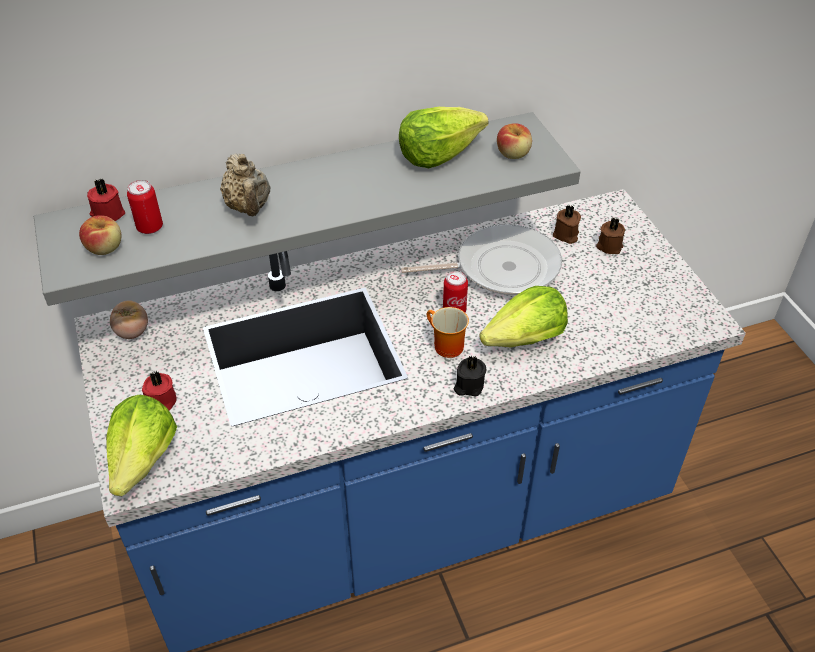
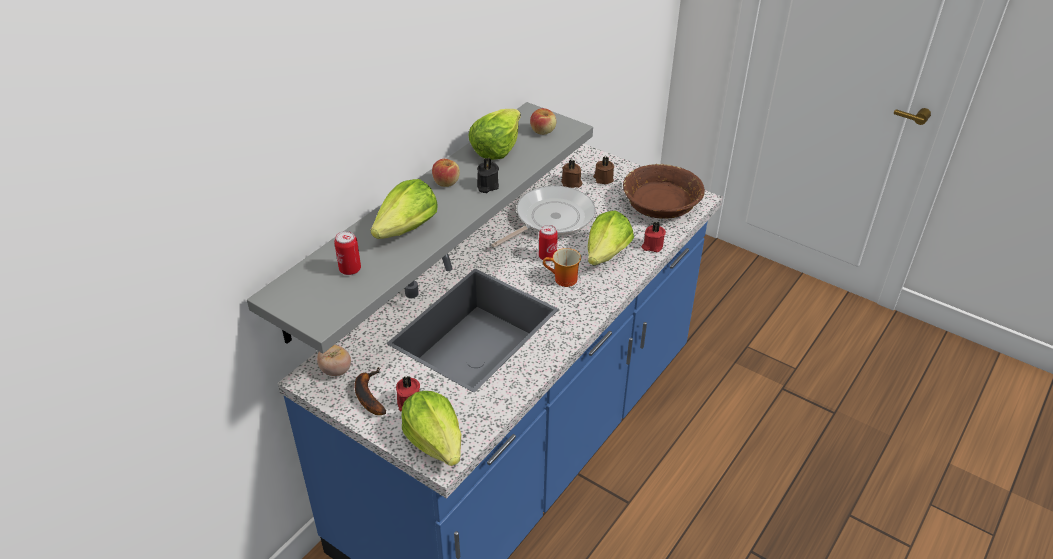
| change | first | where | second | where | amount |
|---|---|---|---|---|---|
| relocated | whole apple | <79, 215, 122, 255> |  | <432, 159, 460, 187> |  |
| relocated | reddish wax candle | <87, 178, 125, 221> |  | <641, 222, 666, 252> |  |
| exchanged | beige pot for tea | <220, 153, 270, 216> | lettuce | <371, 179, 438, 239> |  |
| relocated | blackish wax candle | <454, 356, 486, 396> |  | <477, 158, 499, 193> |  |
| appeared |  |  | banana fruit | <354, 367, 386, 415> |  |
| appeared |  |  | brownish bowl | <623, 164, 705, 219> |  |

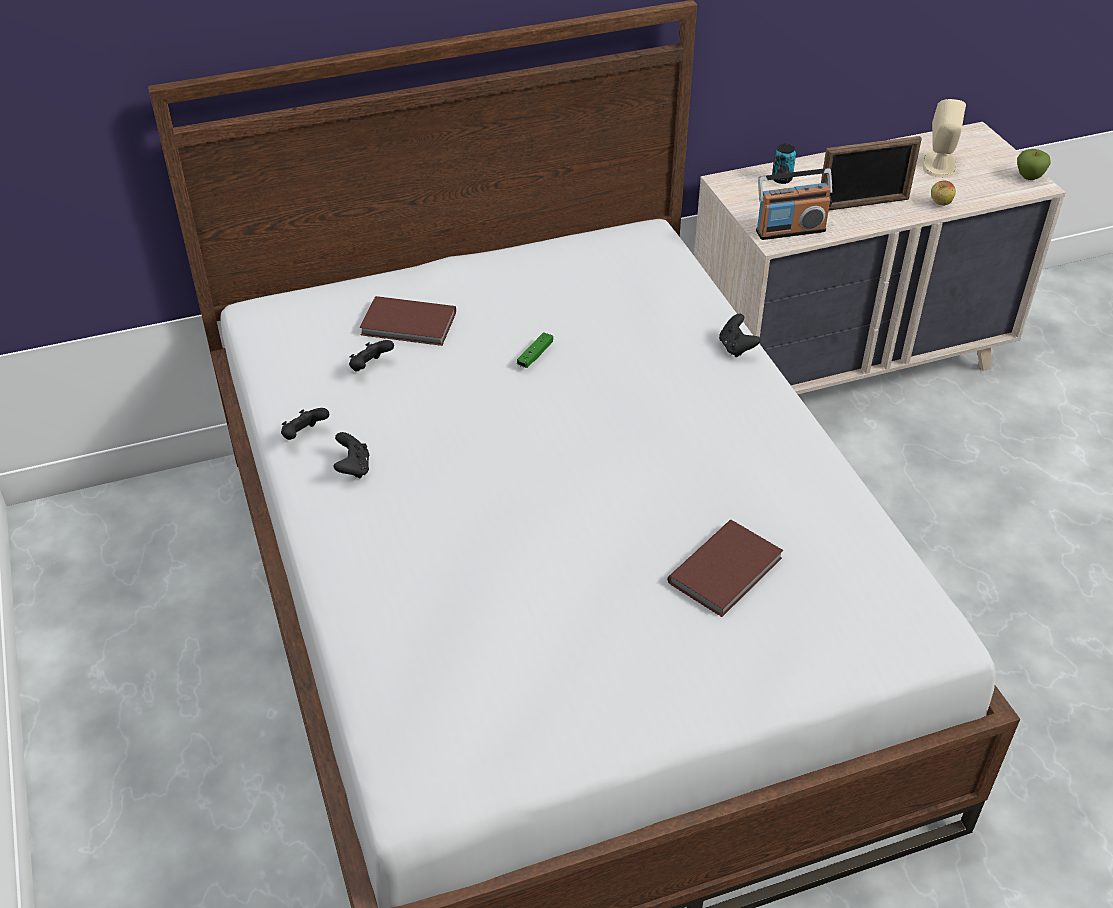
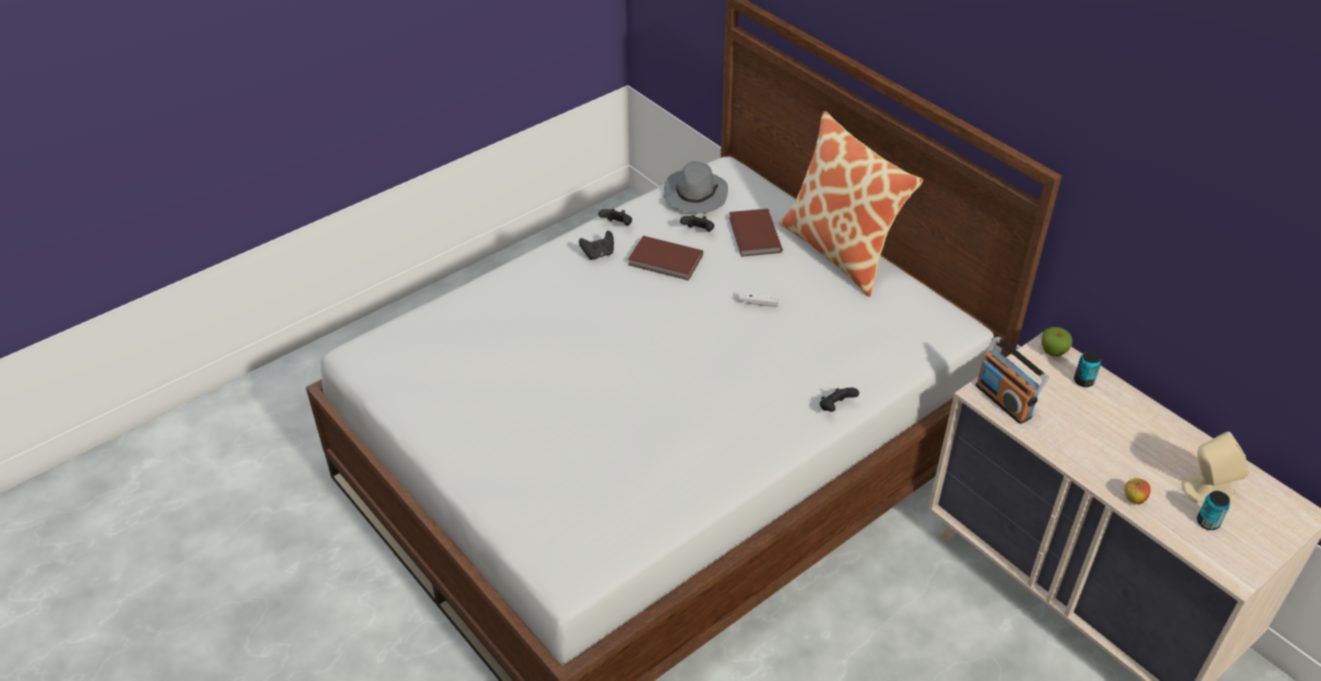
| change | first | where | second | where | amount |
|---|---|---|---|---|---|
| colour | green-coloured joypad | <517, 332, 553, 368> | white-coloured joypad | <738, 292, 779, 307> |  |
| relocated | brownish book | <668, 520, 784, 617> |  | <628, 236, 703, 281> |  |
| missing | picture frame | <821, 136, 922, 211> |  |  |  |
| relocated | whole apple | <1017, 149, 1051, 180> |  | <1041, 327, 1073, 357> |  |
| appeared |  |  | greyish clothing hat | <664, 161, 728, 213> |  |
| appeared |  |  | throw pillow | <779, 111, 923, 297> |  |
| appeared |  |  | can | <1197, 491, 1230, 530> |  |

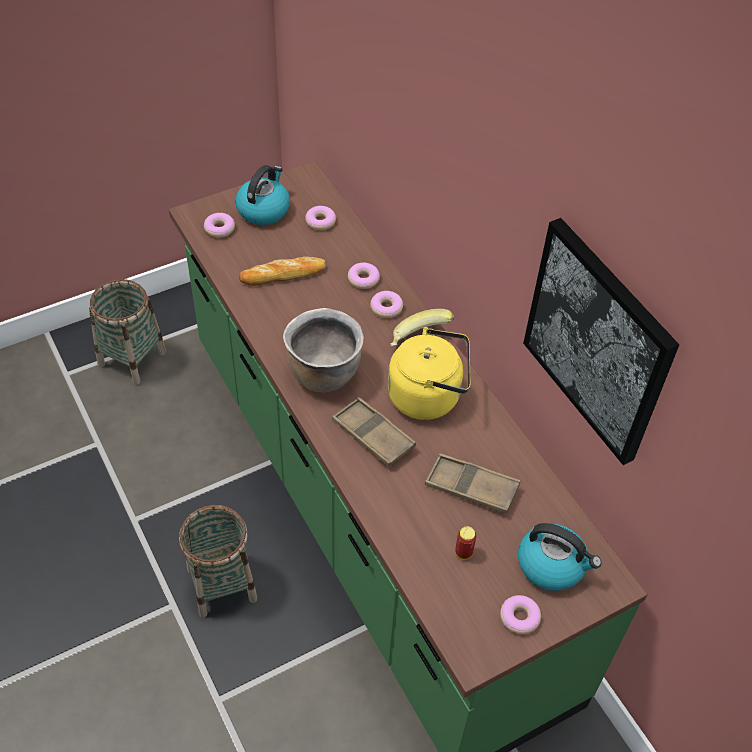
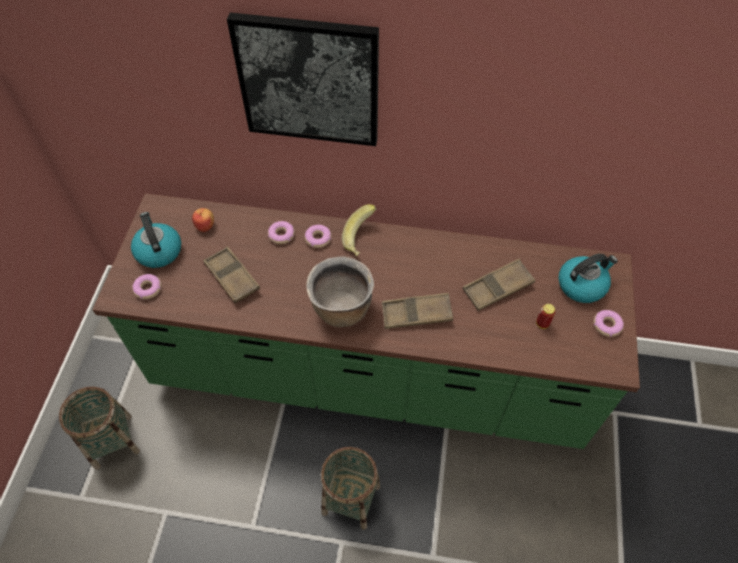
| change | first | where | second | where | amount |
|---|---|---|---|---|---|
| exchanged | bread | <239, 257, 326, 286> | brownish carrying tray | <203, 247, 260, 303> |  |
| exchanged | ring doughnut | <305, 206, 336, 230> | whole apple | <192, 208, 214, 232> |  |
| missing | yellow kettle | <388, 327, 471, 420> |  |  |  |
| relocated | wall art | <523, 218, 679, 465> |  | <227, 12, 379, 146> |  |

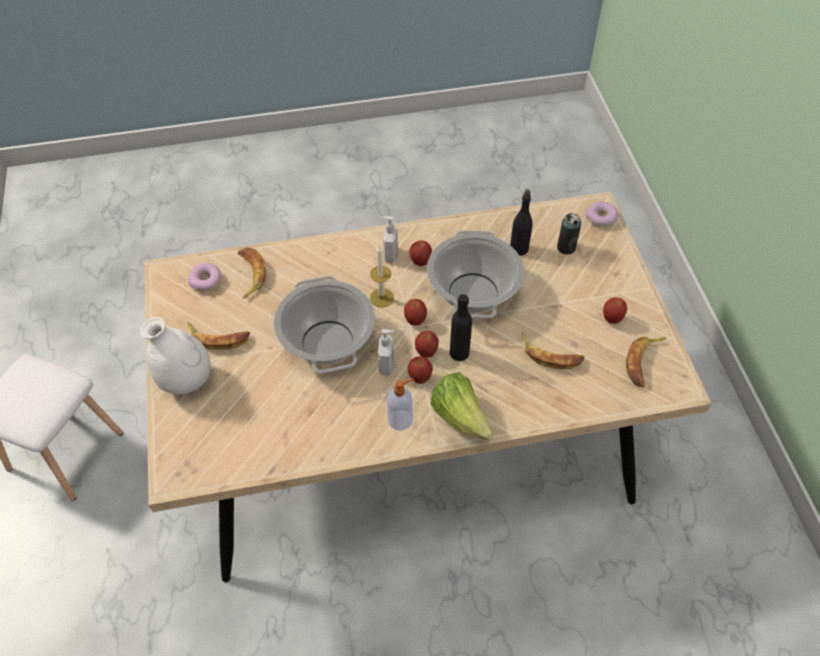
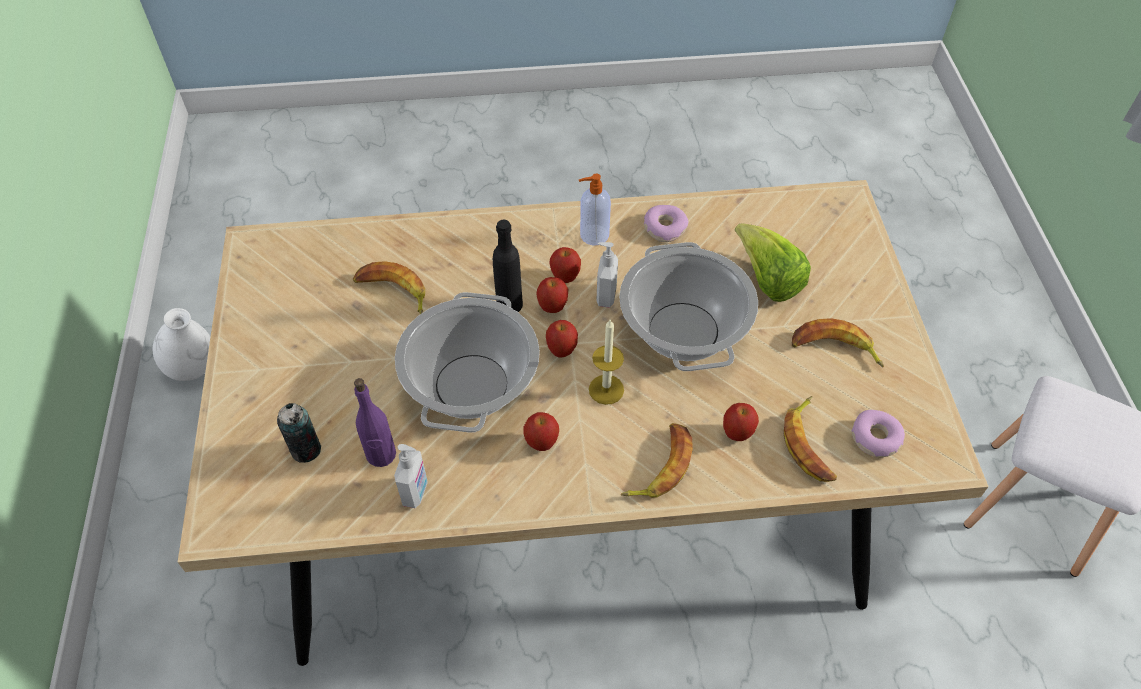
| change | first | where | second | where | amount |
|---|---|---|---|---|---|
| relocated | white-coloured vase | <140, 317, 211, 394> |  | <153, 308, 210, 381> |  |
| relocated | soap dispenser | <382, 216, 398, 263> |  | <394, 444, 428, 508> |  |
| relocated | lettuce | <431, 372, 494, 440> |  | <735, 223, 811, 302> |  |
| colour | blackish drink bottle | <510, 189, 533, 256> | purple drink bottle | <354, 378, 396, 467> |  |
| relocated | ring doughnut | <586, 202, 618, 228> |  | <644, 205, 689, 242> |  |
| relocated | whole apple | <603, 297, 627, 324> |  | <723, 403, 759, 441> |  |
| relocated | banana fruit | <626, 336, 666, 388> |  | <621, 423, 693, 498> |  |

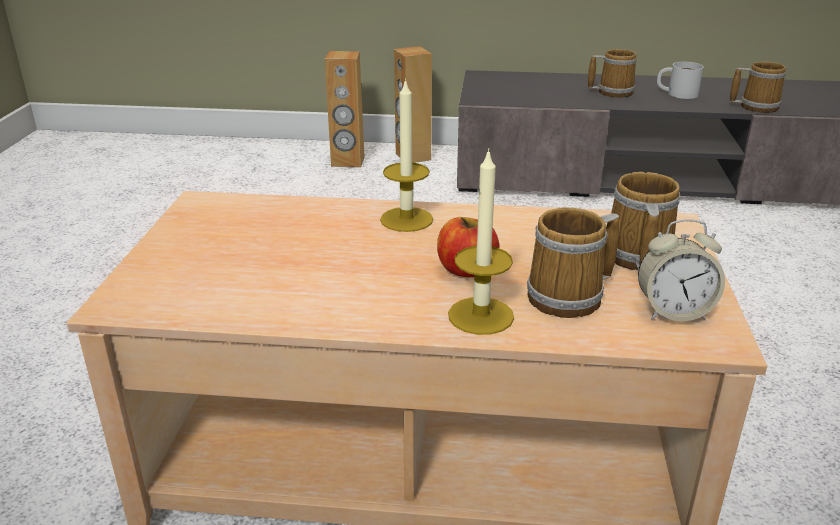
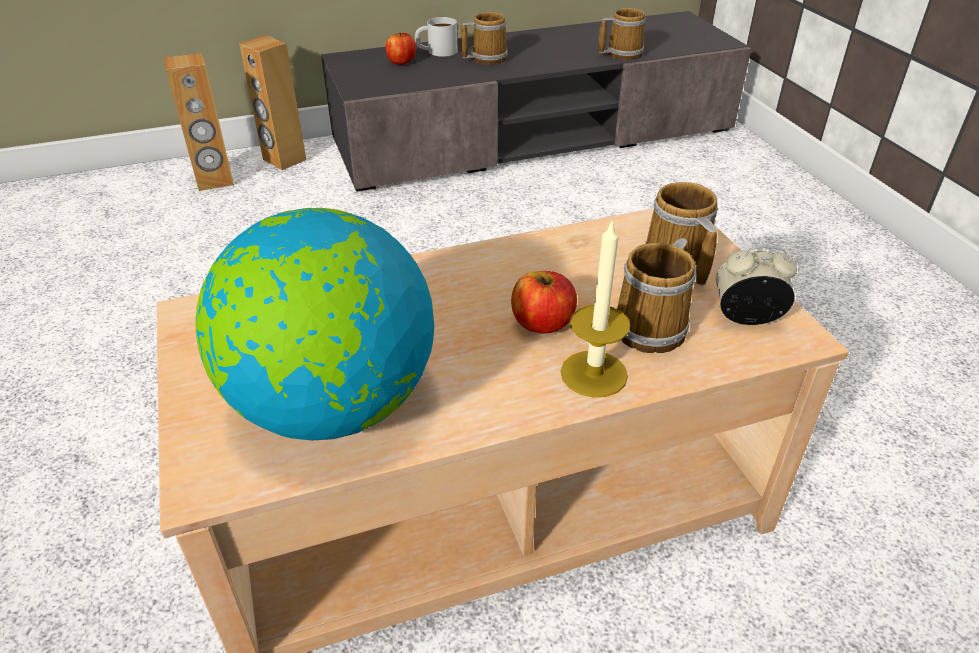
| change | first | where | second | where | amount |
|---|---|---|---|---|---|
| missing | wax candle | <380, 78, 433, 232> |  |  |  |
| spun | alarm clock | <638, 219, 725, 321> |  | <716, 246, 797, 325> | 150 degrees counterclockwise |
| relocated | white-coloured coffee mug | <657, 62, 704, 99> |  | <415, 17, 458, 57> |  |
| appeared |  |  | desk globe | <196, 208, 434, 440> |  |
| appeared |  |  | whole apple | <386, 32, 416, 65> |  |

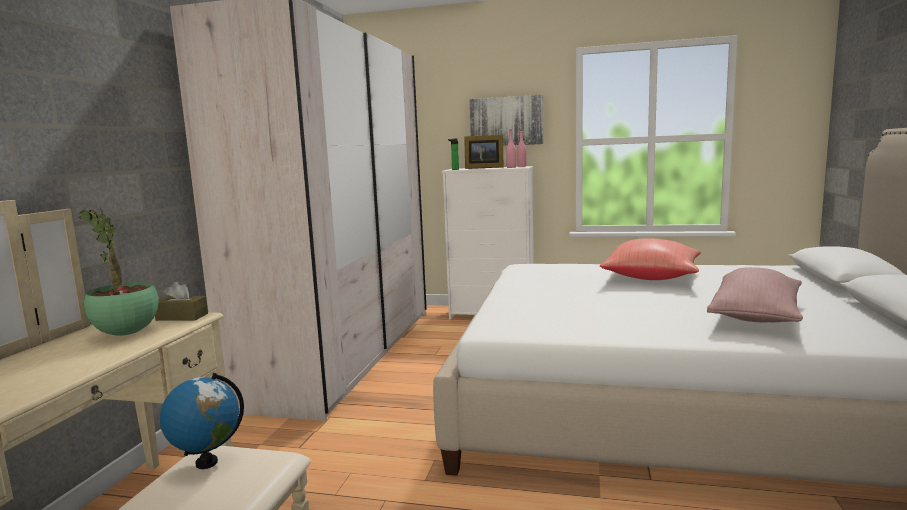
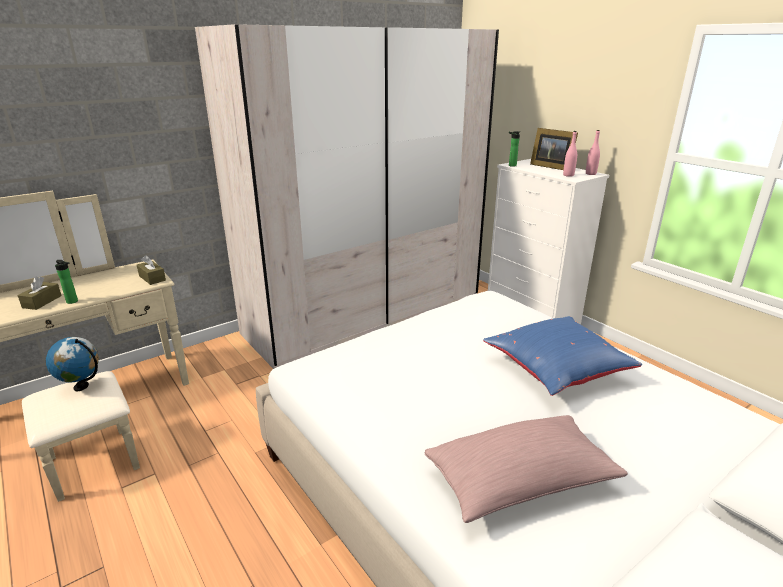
| change | first | where | second | where | amount |
|---|---|---|---|---|---|
| missing | plant in a pot | <79, 209, 159, 336> |  |  |  |
| missing | wall art | <469, 95, 544, 146> |  |  |  |
| colour | reddish throw pillow | <600, 238, 701, 280> | blue throw pillow | <483, 316, 642, 396> |  |
| appeared |  |  | brownish box of tissues | <18, 276, 62, 310> |  |
| appeared |  |  | drink bottle | <55, 260, 78, 304> |  |

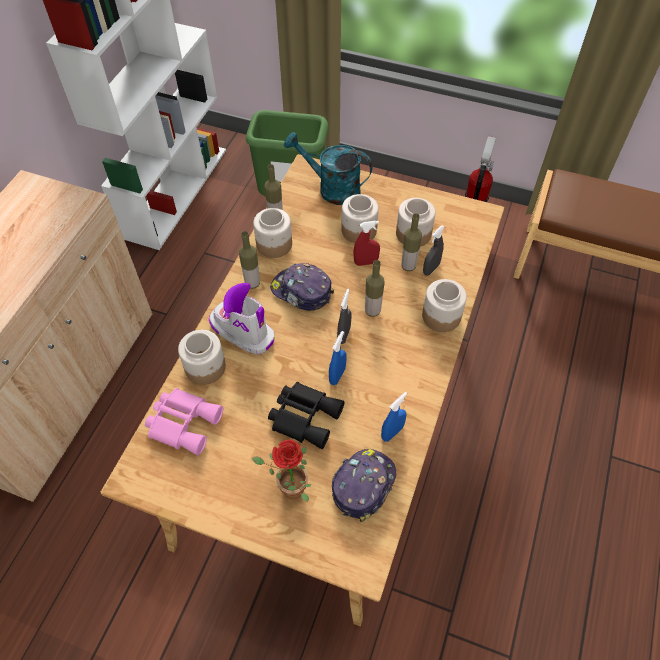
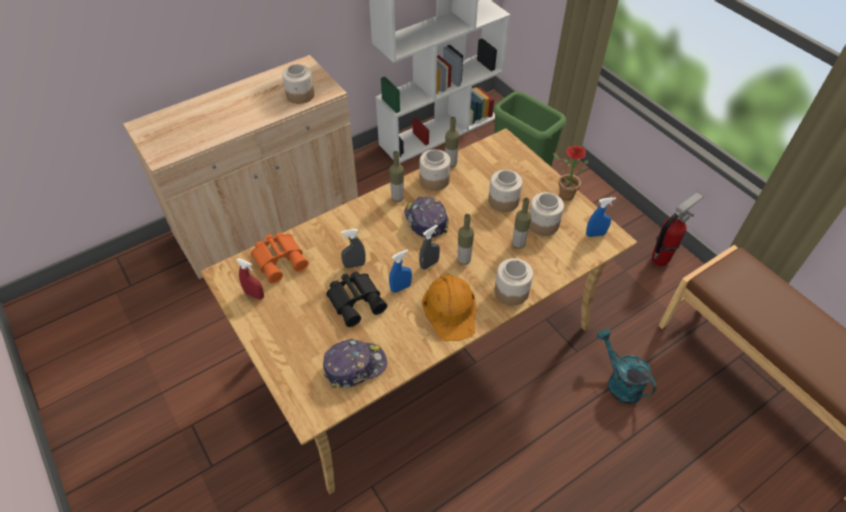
| change | first | where | second | where | amount |
|---|---|---|---|---|---|
| colour | pinkish field glasses | <145, 388, 223, 455> | orangey field glasses | <251, 233, 309, 284> |  |
| relocated | jar | <178, 330, 226, 385> |  | <282, 64, 314, 104> |  |
| missing | tall boot | <209, 283, 275, 355> |  |  |  |
| relocated | plant in a pot | <251, 440, 311, 502> |  | <553, 146, 589, 200> |  |
| relocated | turquoise watering pot | <284, 132, 372, 205> |  | <597, 329, 656, 404> |  |
| relocated | reddish hand sprayer | <353, 221, 380, 266> |  | <236, 258, 264, 300> |  |
| relocated | blue hand sprayer | <381, 392, 407, 442> |  | <586, 197, 616, 237> |  |
| relocated | greyish hand sprayer | <423, 225, 444, 276> |  | <341, 229, 365, 269> |  |
| appeared |  |  | orangey hard hat | <422, 275, 476, 341> |  |

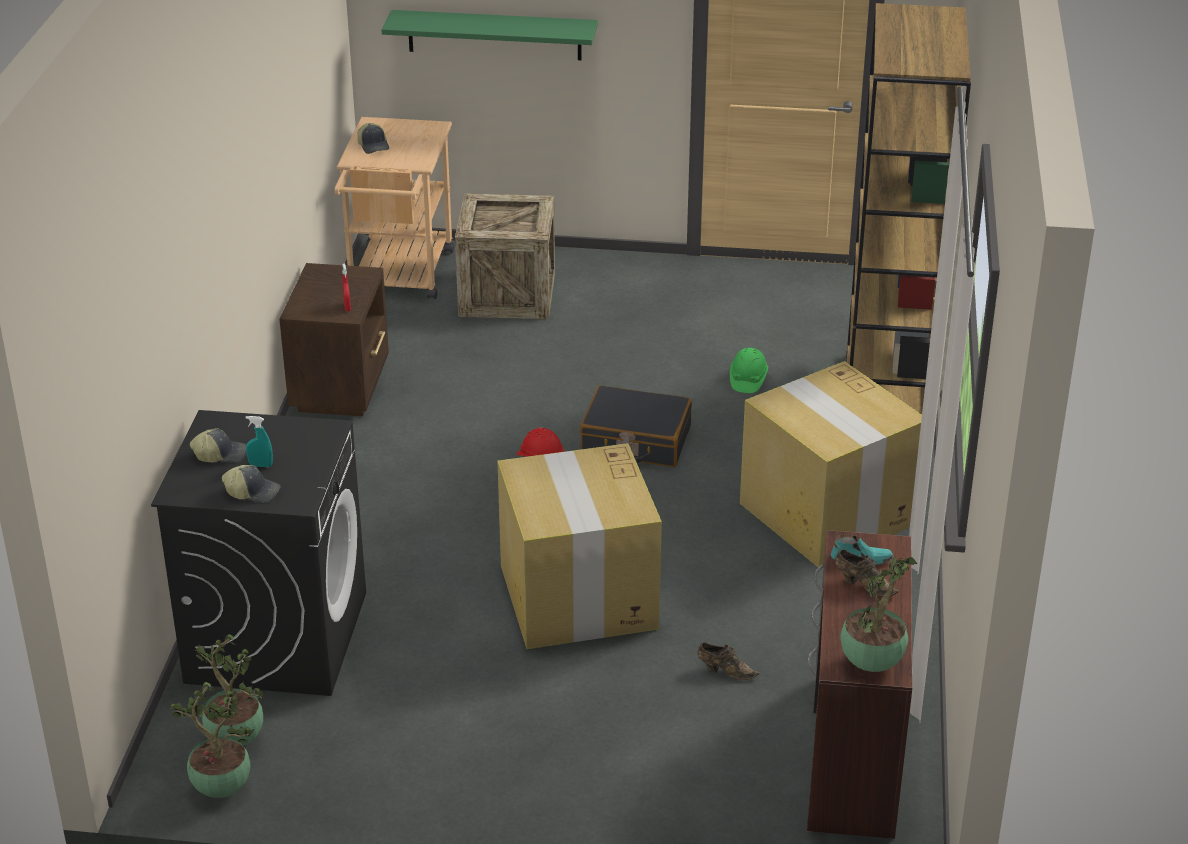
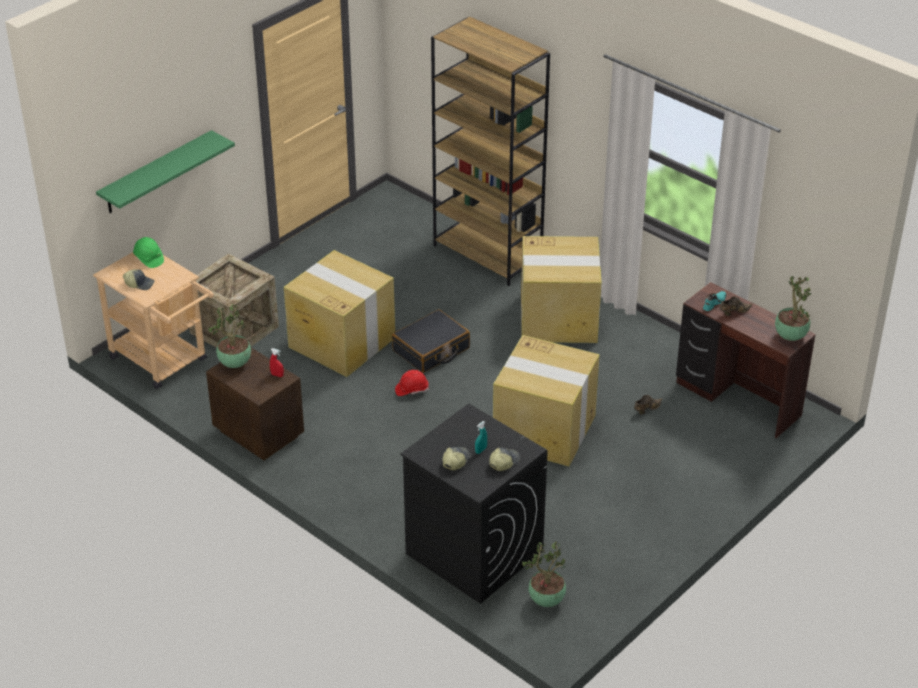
| change | first | where | second | where | amount |
|---|---|---|---|---|---|
| relocated | plant in a pot | <170, 682, 254, 798> |  | <208, 304, 251, 368> |  |
| relocated | green-coloured hard hat | <730, 348, 768, 393> |  | <133, 237, 164, 268> |  |
| appeared |  |  | packing box | <284, 250, 395, 377> |  |

